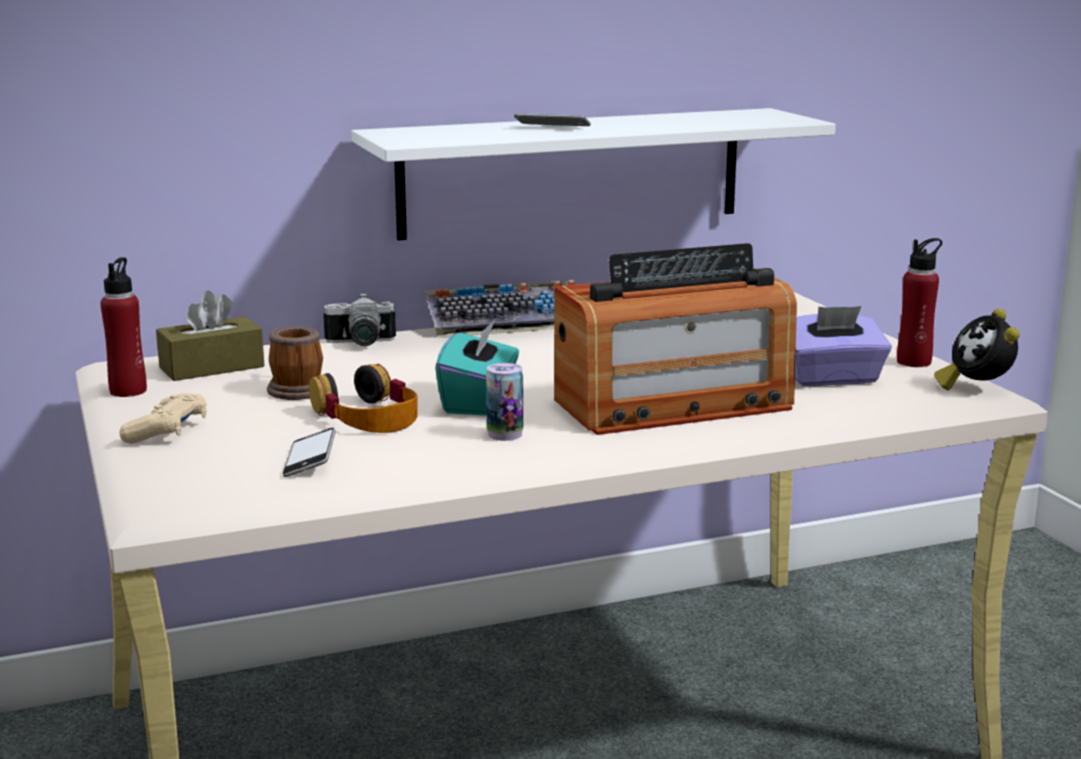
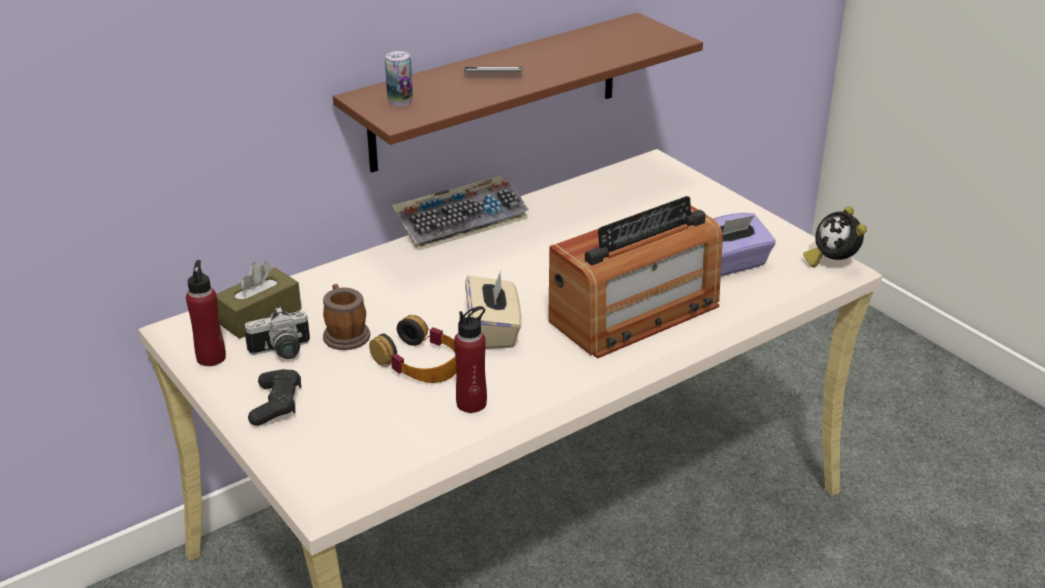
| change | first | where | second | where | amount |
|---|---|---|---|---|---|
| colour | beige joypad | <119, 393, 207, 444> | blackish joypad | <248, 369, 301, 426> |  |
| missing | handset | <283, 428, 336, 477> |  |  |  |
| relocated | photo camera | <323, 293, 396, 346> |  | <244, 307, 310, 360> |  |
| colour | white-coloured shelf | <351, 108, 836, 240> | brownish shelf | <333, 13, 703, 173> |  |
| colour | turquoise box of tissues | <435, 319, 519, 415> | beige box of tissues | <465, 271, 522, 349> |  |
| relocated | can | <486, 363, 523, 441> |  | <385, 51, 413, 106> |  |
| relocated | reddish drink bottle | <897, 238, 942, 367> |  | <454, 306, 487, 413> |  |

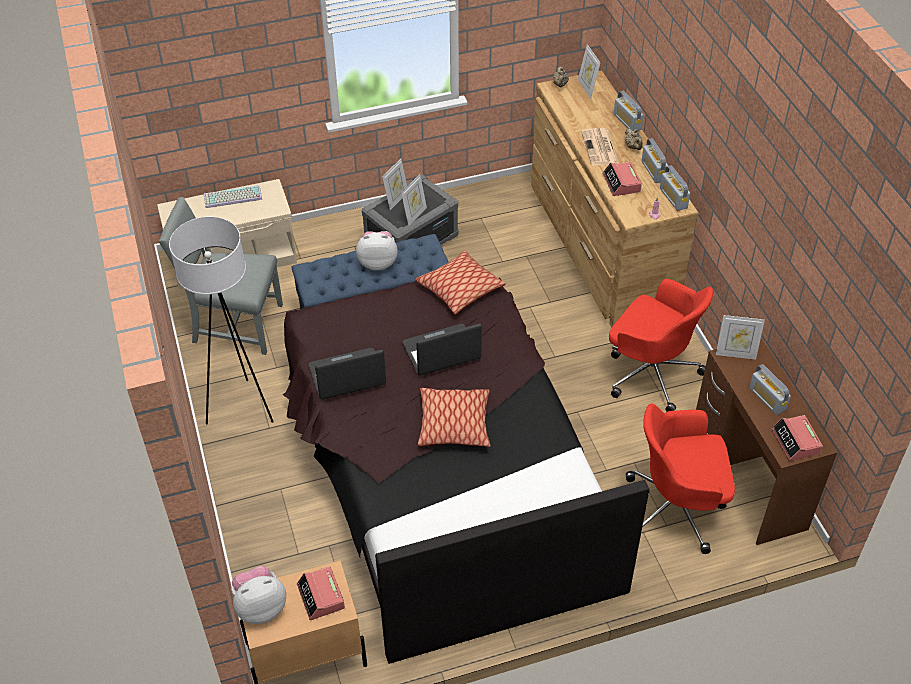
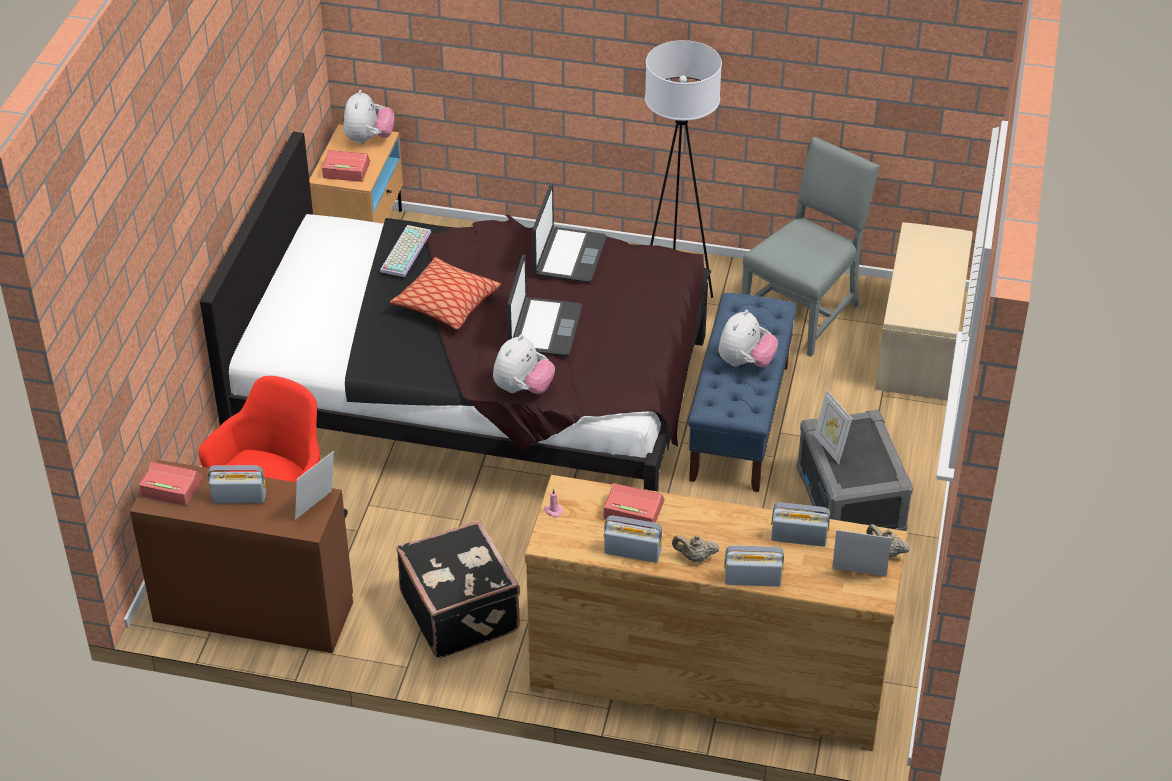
| change | first | where | second | where | amount |
|---|---|---|---|---|---|
| relocated | computer keyboard | <204, 185, 262, 208> |  | <380, 225, 431, 277> |  |
| missing | picture frame | <382, 159, 407, 210> |  |  |  |
| missing | throw pillow | <416, 250, 506, 315> |  |  |  |
| missing | newspaper | <581, 128, 619, 165> |  |  |  |
| exchanged | reddish desk chair | <609, 279, 713, 412> | blackish piece of luggage | <397, 520, 520, 658> |  |
| relocated | radio set | <660, 165, 690, 211> |  | <771, 503, 830, 547> |  |
| appeared |  |  | soft toy | <493, 334, 555, 394> |  |

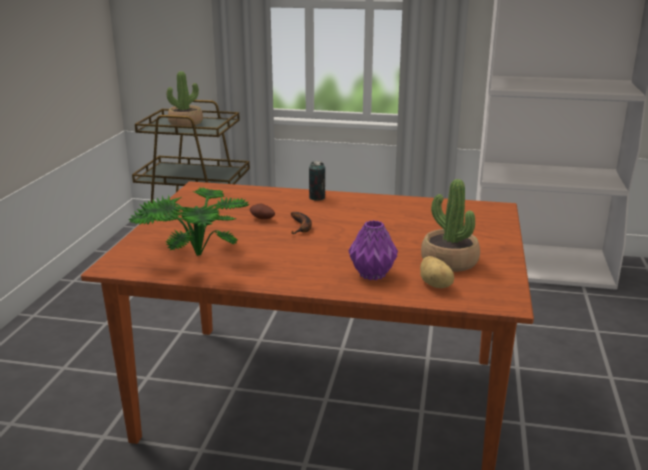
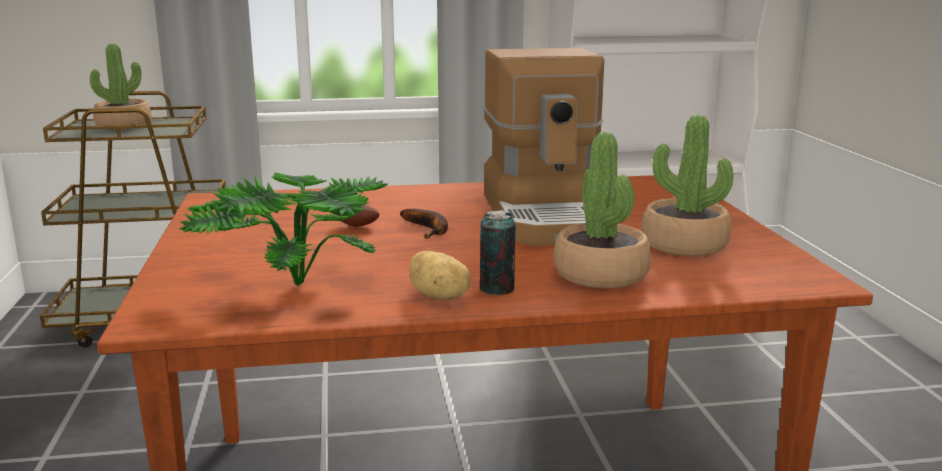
| change | first | where | second | where | amount |
|---|---|---|---|---|---|
| relocated | can | <309, 161, 325, 200> |  | <480, 210, 516, 295> |  |
| exchanged | purple vase | <348, 220, 398, 280> | plant in a pot | <554, 132, 651, 289> |  |
| relocated | whole potato | <420, 256, 454, 288> |  | <409, 251, 471, 300> |  |
| appeared |  |  | coffee maker | <484, 48, 604, 246> |  |

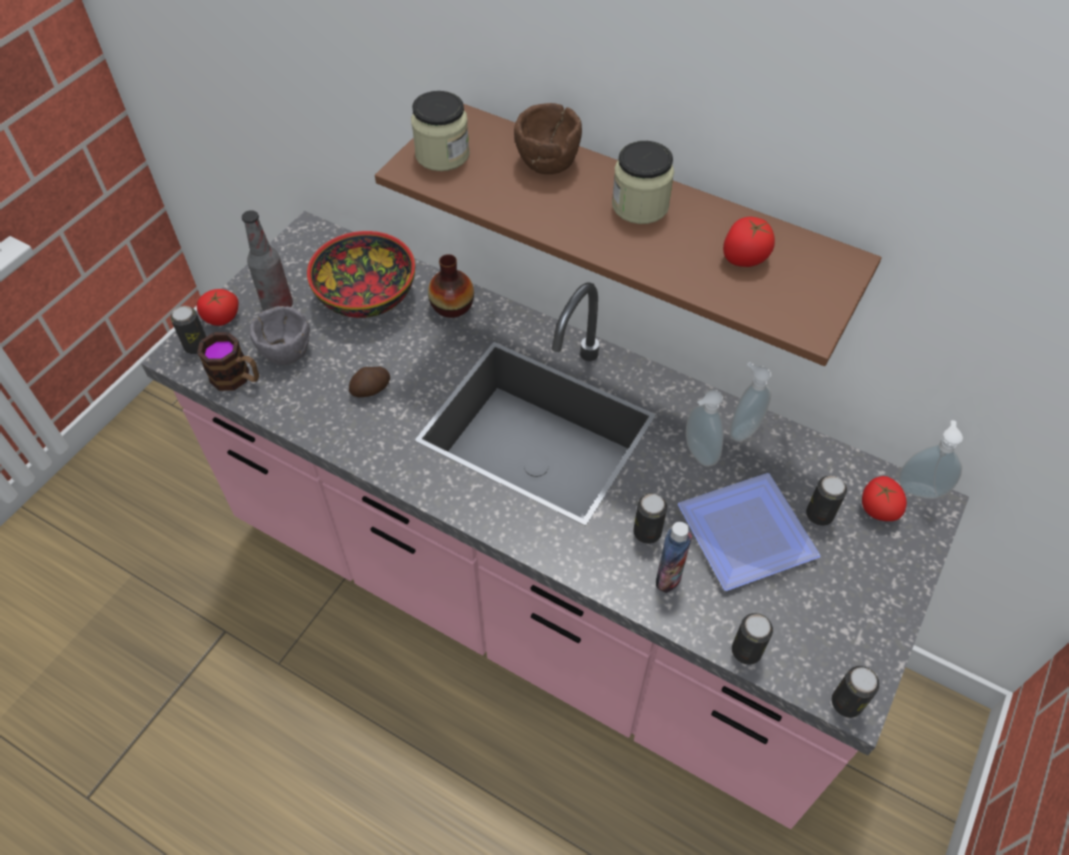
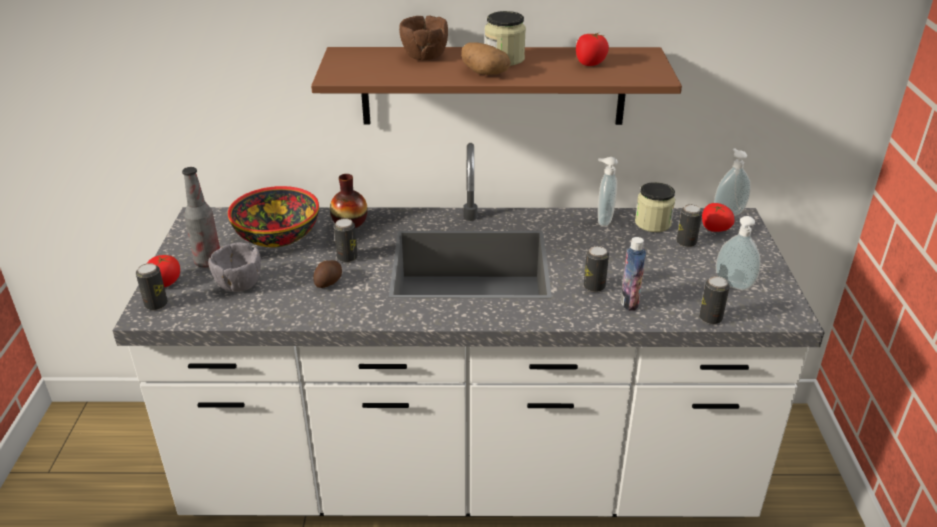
| change | first | where | second | where | amount |
|---|---|---|---|---|---|
| colour | pinkish kitchen counter | <141, 211, 969, 829> | white-coloured kitchen counter | <113, 143, 825, 517> |  |
| missing | coffee mug | <197, 332, 259, 391> |  |  |  |
| relocated | jar | <411, 91, 470, 171> |  | <635, 182, 675, 232> |  |
| missing | plate | <678, 473, 821, 591> |  |  |  |
| relocated | soap dispenser | <686, 390, 724, 467> |  | <716, 216, 760, 290> |  |
| relocated | can | <832, 666, 880, 718> |  | <334, 218, 358, 263> |  |
| appeared |  |  | whole potato | <461, 42, 511, 75> |  |

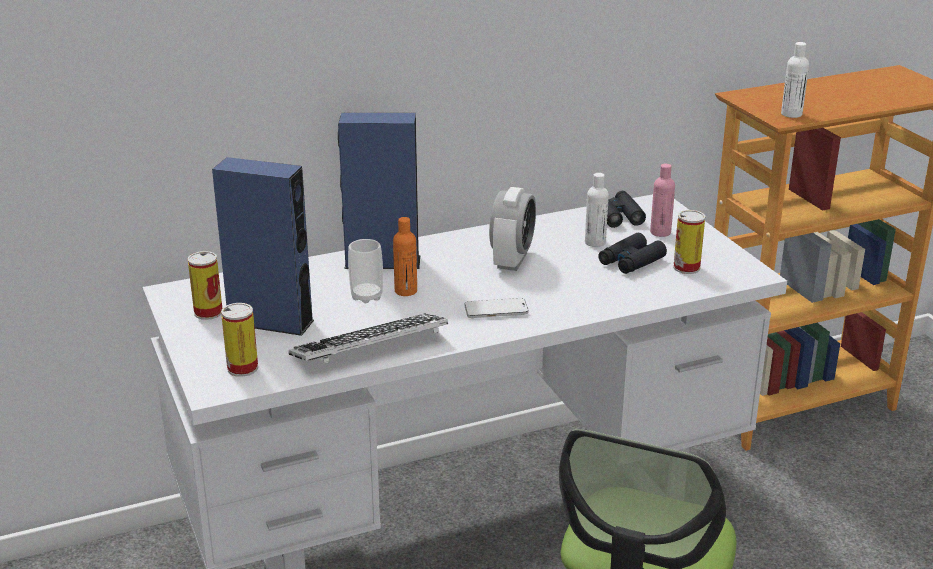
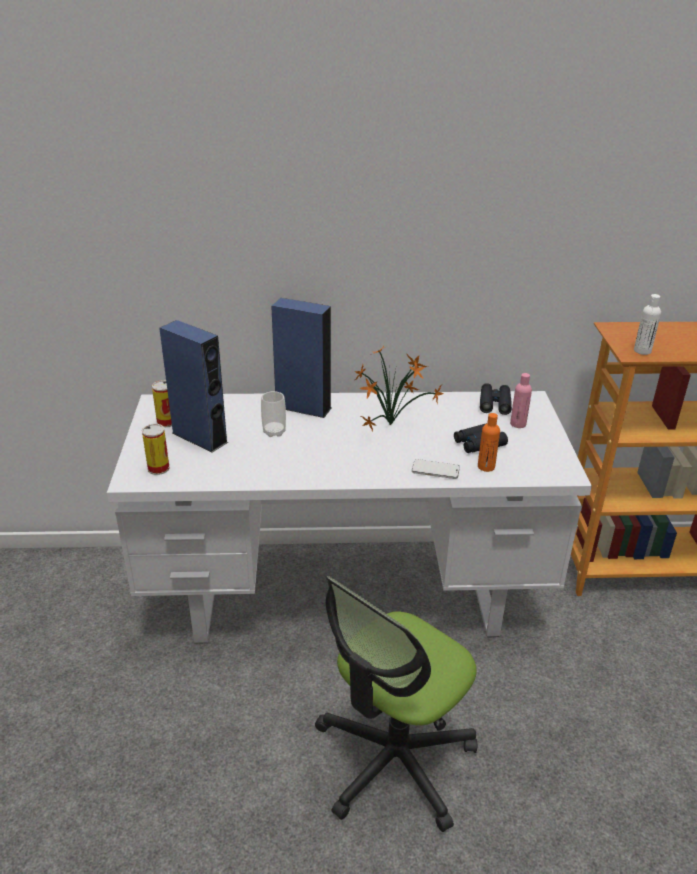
| change | first | where | second | where | amount |
|---|---|---|---|---|---|
| missing | computer keyboard | <289, 313, 448, 363> |  |  |  |
| relocated | orangey drink bottle | <393, 217, 417, 296> |  | <478, 413, 500, 472> |  |
| relocated | handset | <464, 298, 529, 318> |  | <412, 459, 460, 479> |  |
| exchanged | alarm clock | <489, 187, 536, 271> | plant in a pot | <355, 346, 444, 432> |  |
| missing | white-coloured drink bottle | <585, 173, 609, 247> |  |  |  |
| missing | can | <673, 210, 705, 274> |  |  |  |

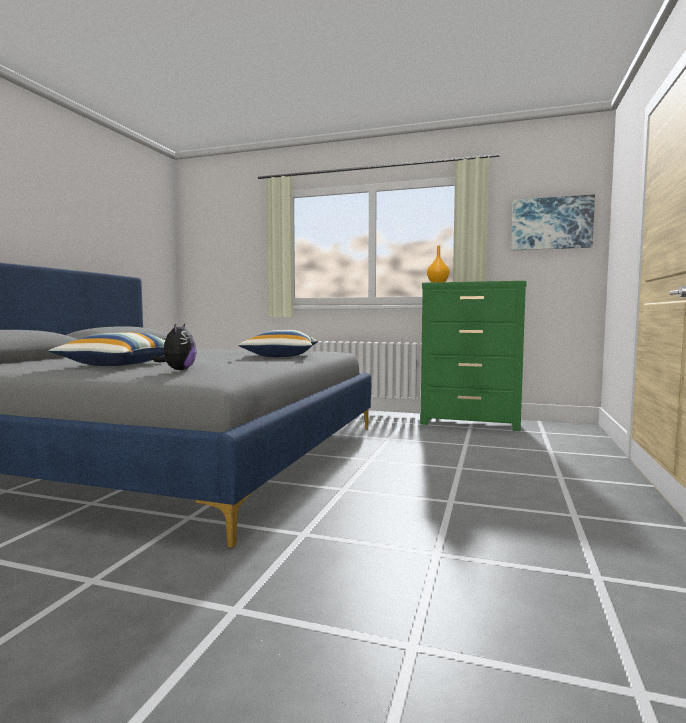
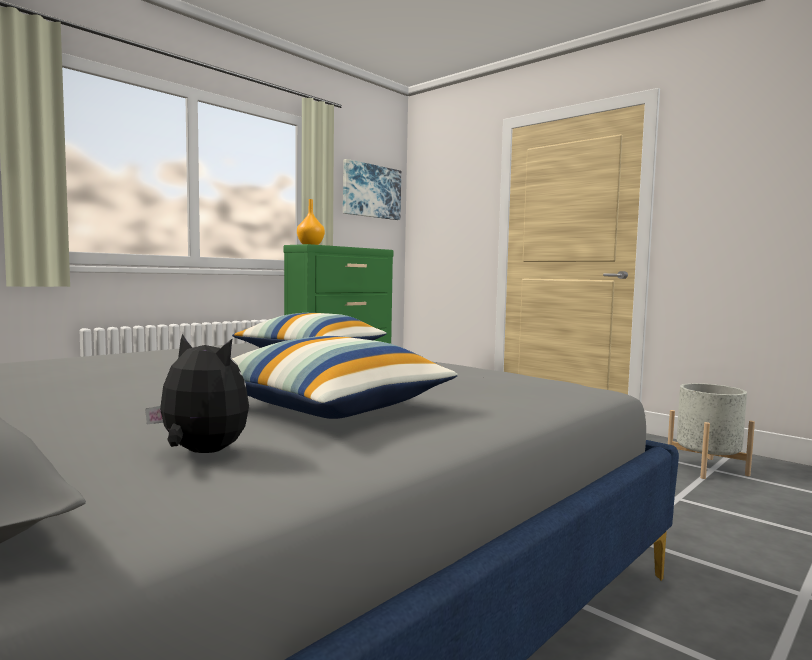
| change | first | where | second | where | amount |
|---|---|---|---|---|---|
| relocated | soft toy | <152, 324, 197, 370> |  | <145, 334, 249, 453> |  |
| appeared |  |  | greyish planter | <668, 383, 755, 479> |  |

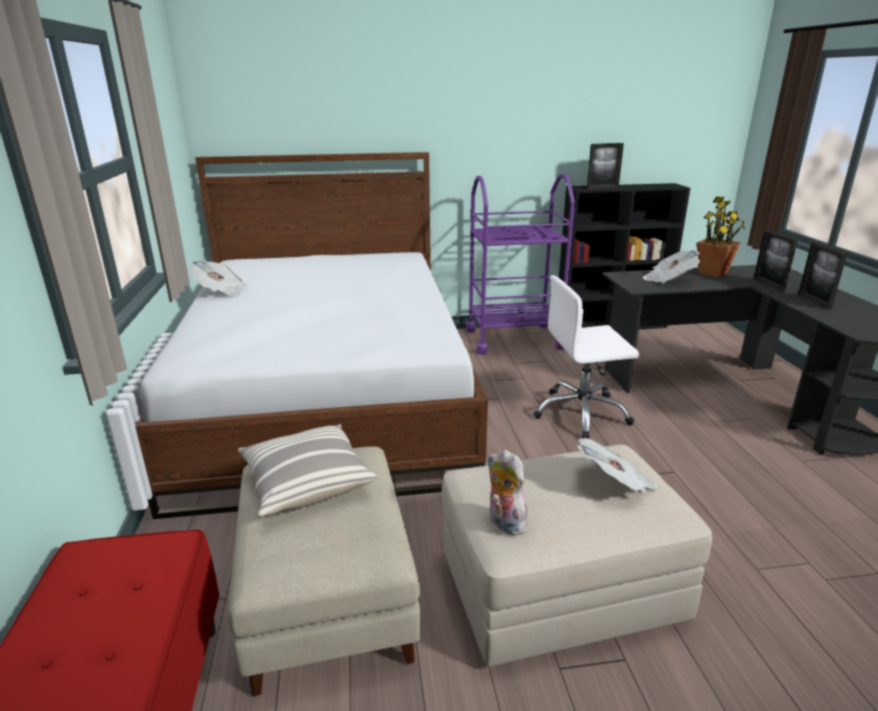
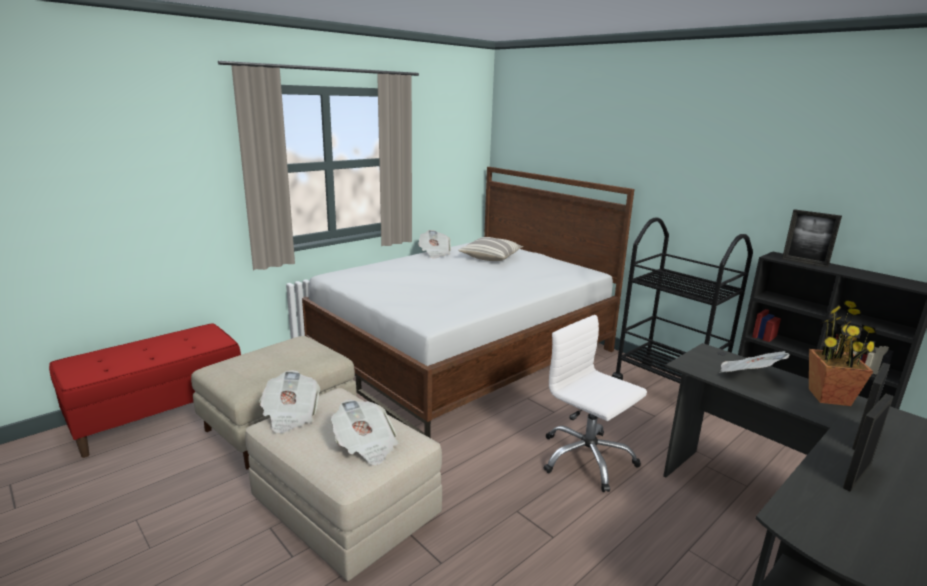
| change | first | where | second | where | amount |
|---|---|---|---|---|---|
| relocated | throw pillow | <238, 424, 378, 517> |  | <458, 237, 523, 261> |  |
| colour | purple trolley | <466, 173, 575, 355> | blackish trolley | <612, 218, 753, 383> |  |
| exchanged | soft toy | <488, 450, 530, 536> | newspaper | <259, 370, 320, 433> |  |

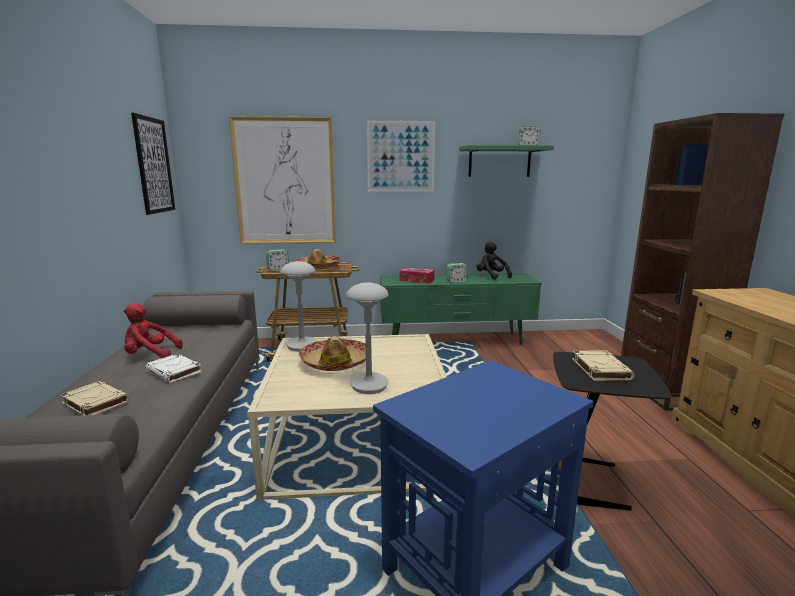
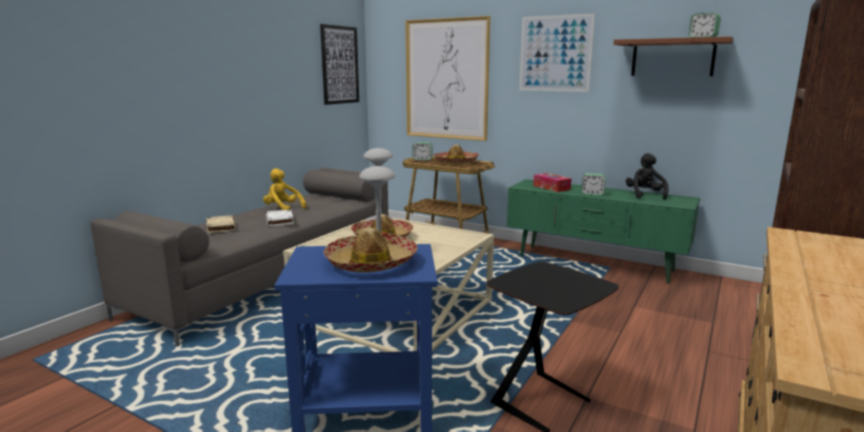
| change | first | where | second | where | amount |
|---|---|---|---|---|---|
| colour | reddish soft toy | <124, 303, 183, 358> | yellow soft toy | <263, 168, 307, 210> |  |
| colour | green-coloured shelf | <459, 145, 554, 177> | brownish shelf | <614, 36, 733, 76> |  |
| missing | beige book | <572, 350, 634, 381> |  |  |  |
| appeared |  |  | clothing hat | <324, 228, 418, 273> |  |

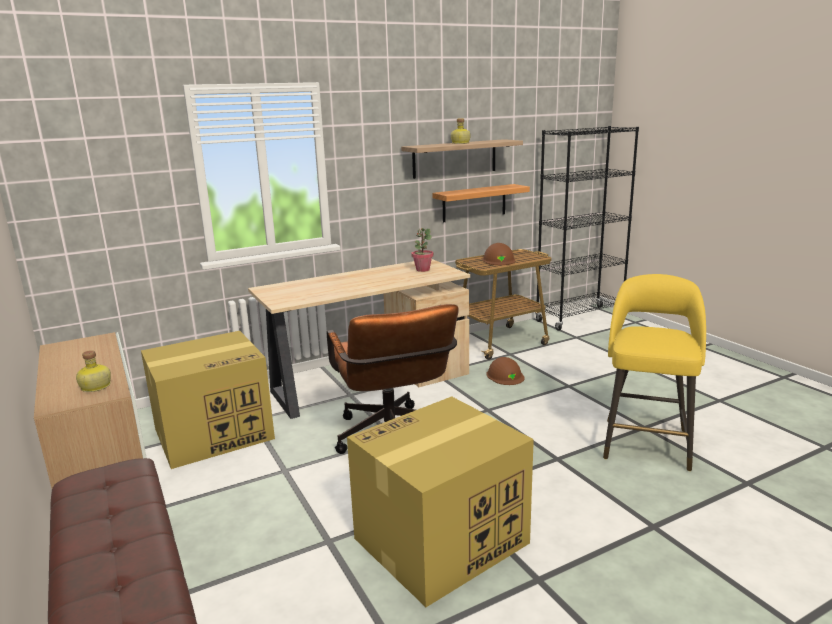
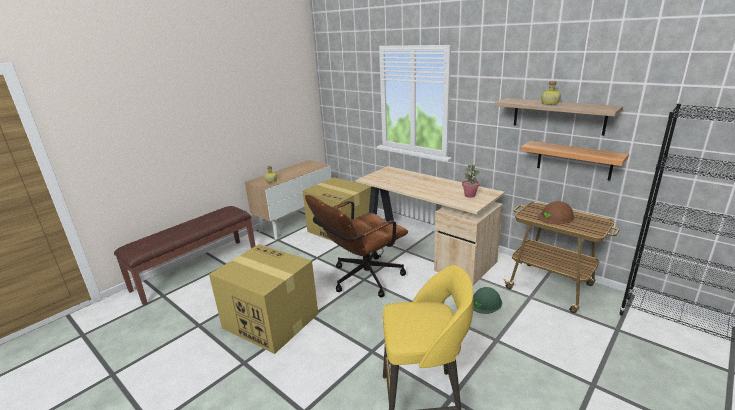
| change | first | where | second | where | amount |
|---|---|---|---|---|---|
| colour | brownish hard hat | <486, 357, 525, 385> | green-coloured hard hat | <473, 287, 502, 314> |  |

